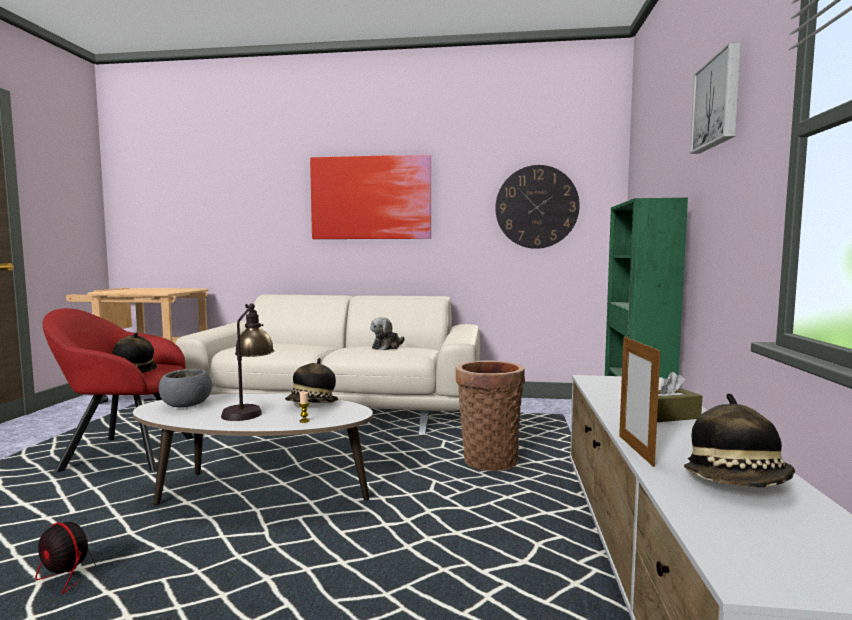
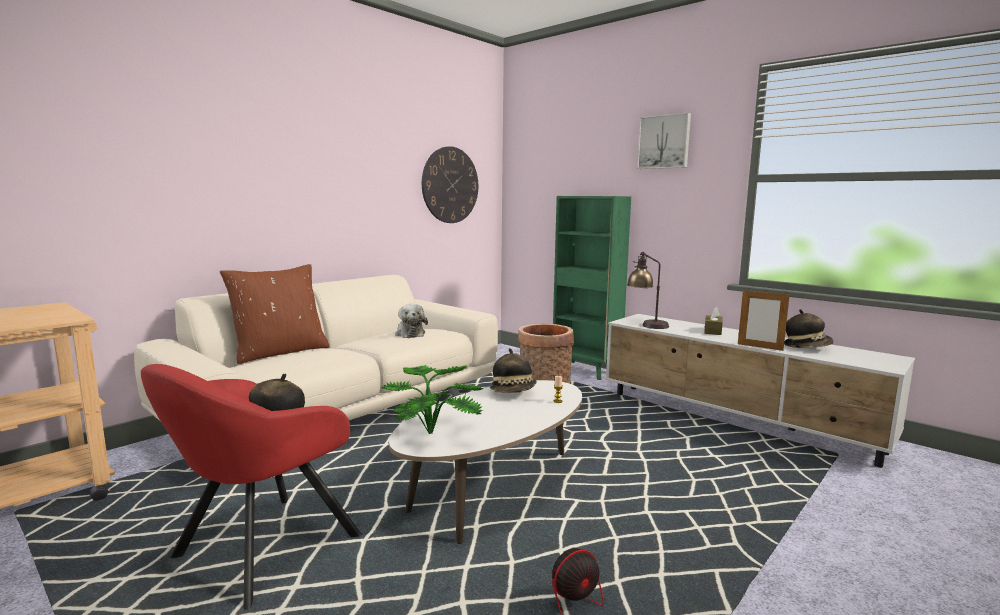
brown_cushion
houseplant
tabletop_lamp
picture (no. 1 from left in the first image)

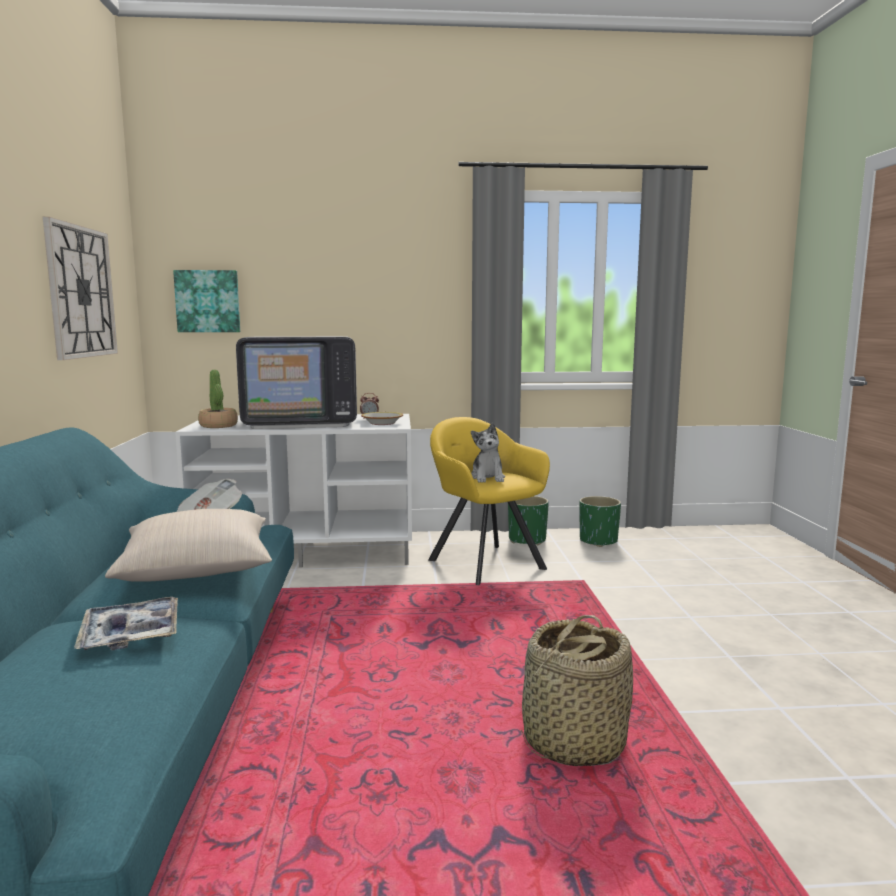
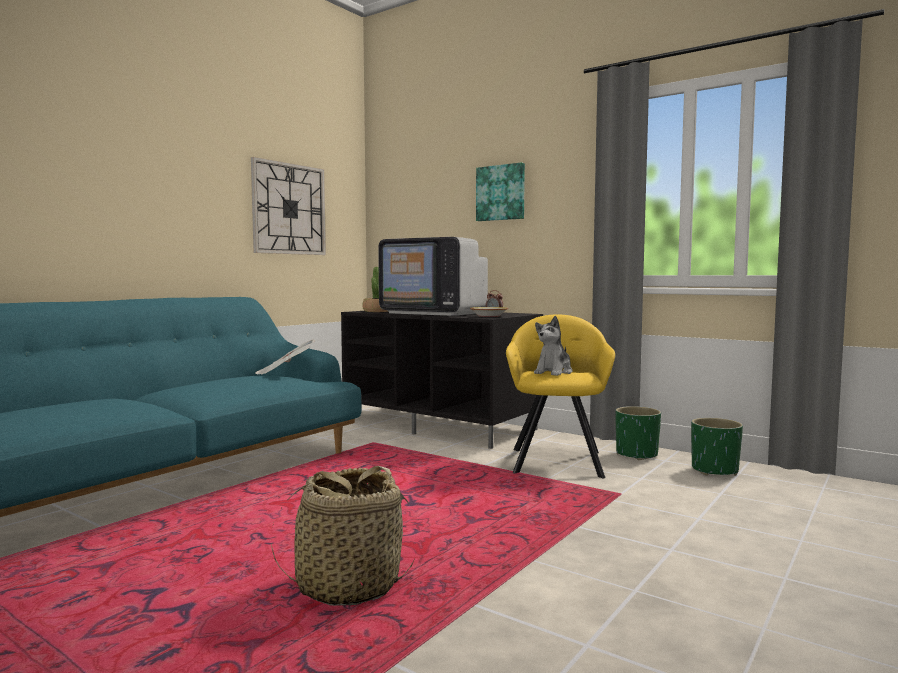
black-coloured_media_console
picture
serving_tray
beige-coloured_cushion

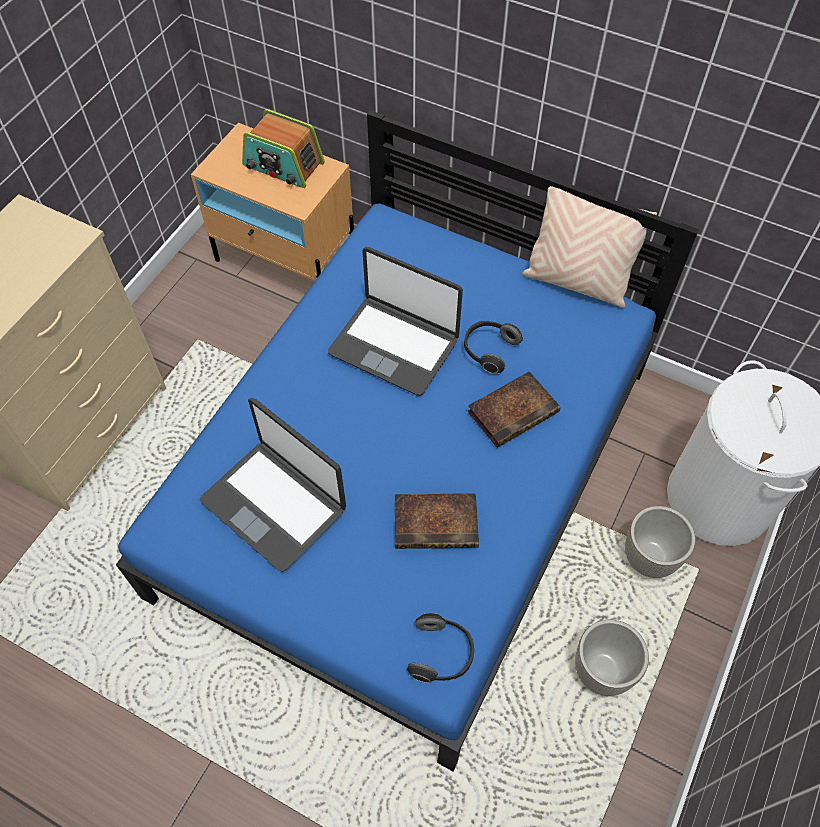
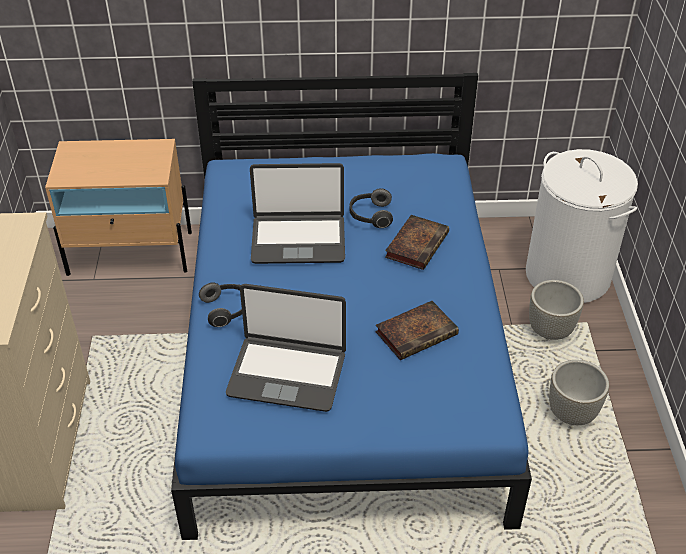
headphones (no. 1 from left)
radio
beige-coloured_cushion

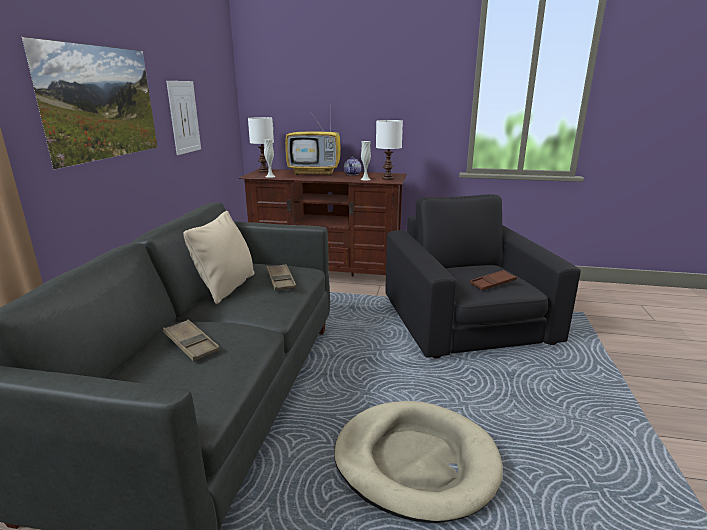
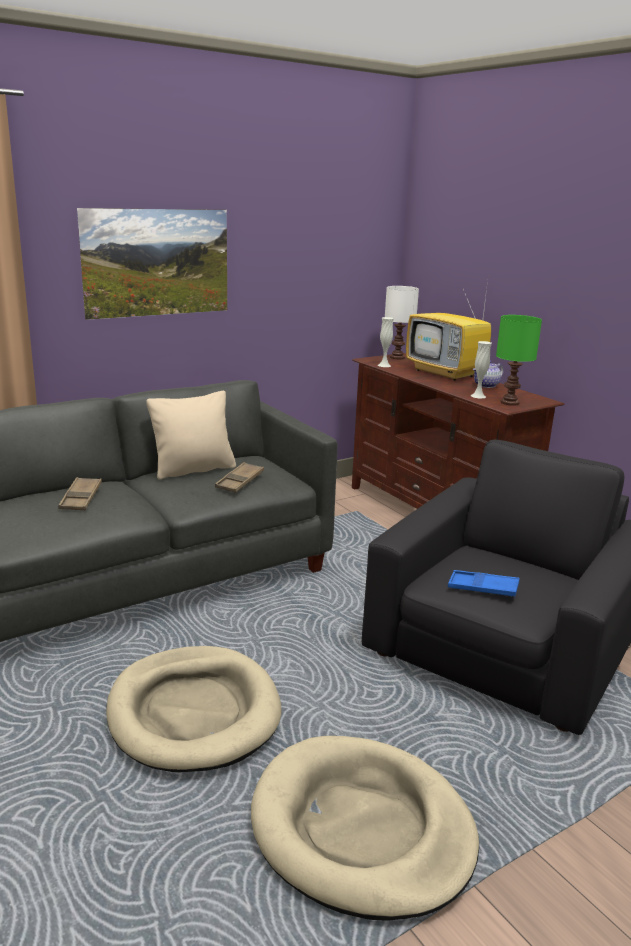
beige-coloured_pet_bed (no. 2 from left)
bluish_serving_tray
greenish_tabletop_lamp
picture (no. 2 from left in the first image)

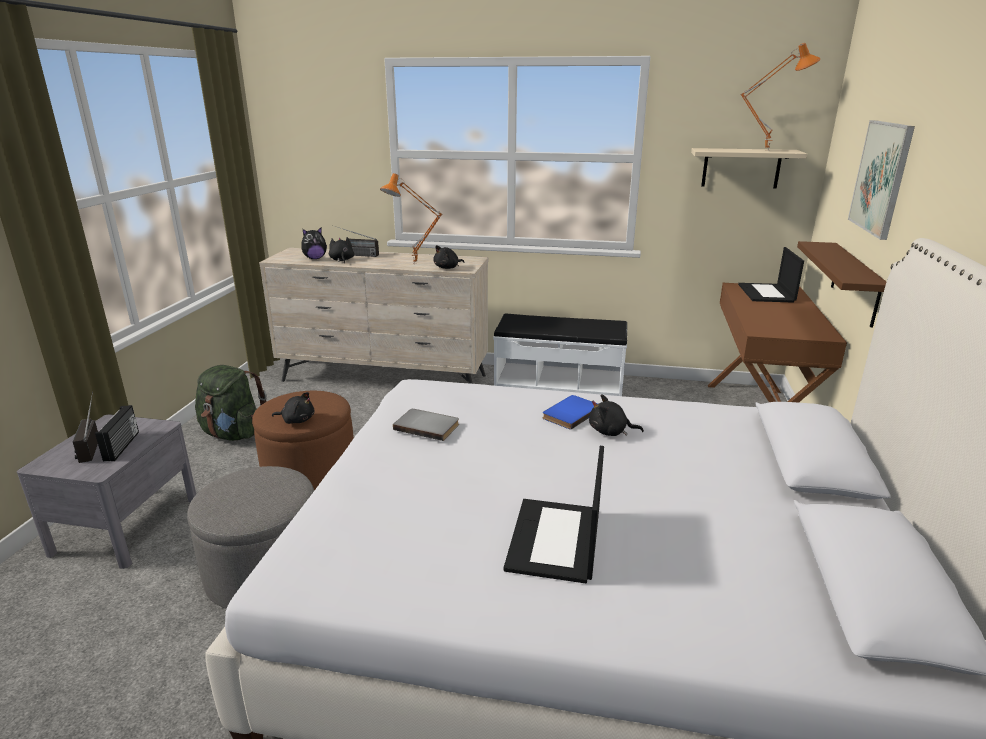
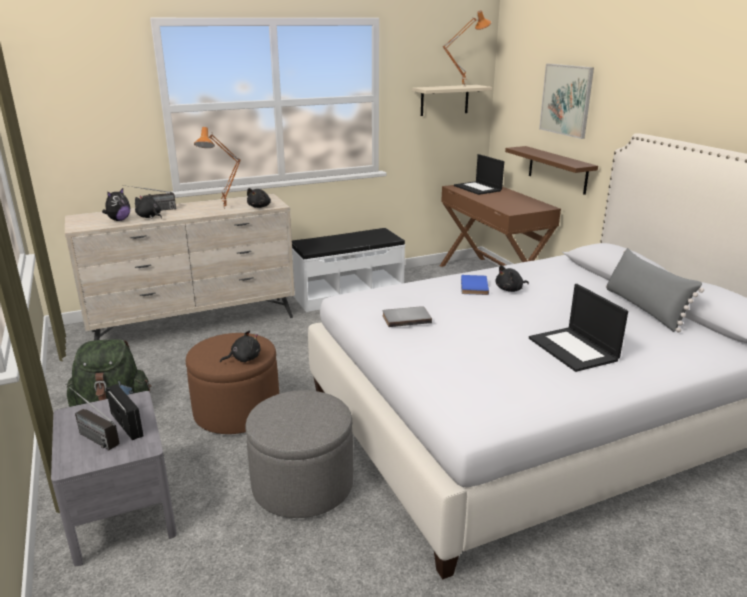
greyish_cushion

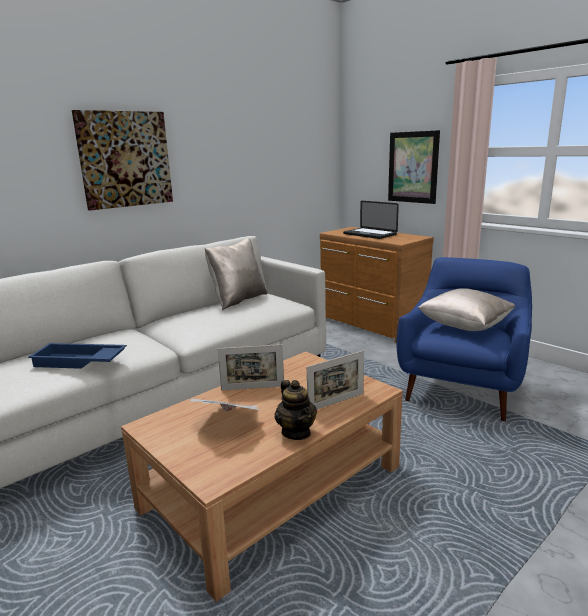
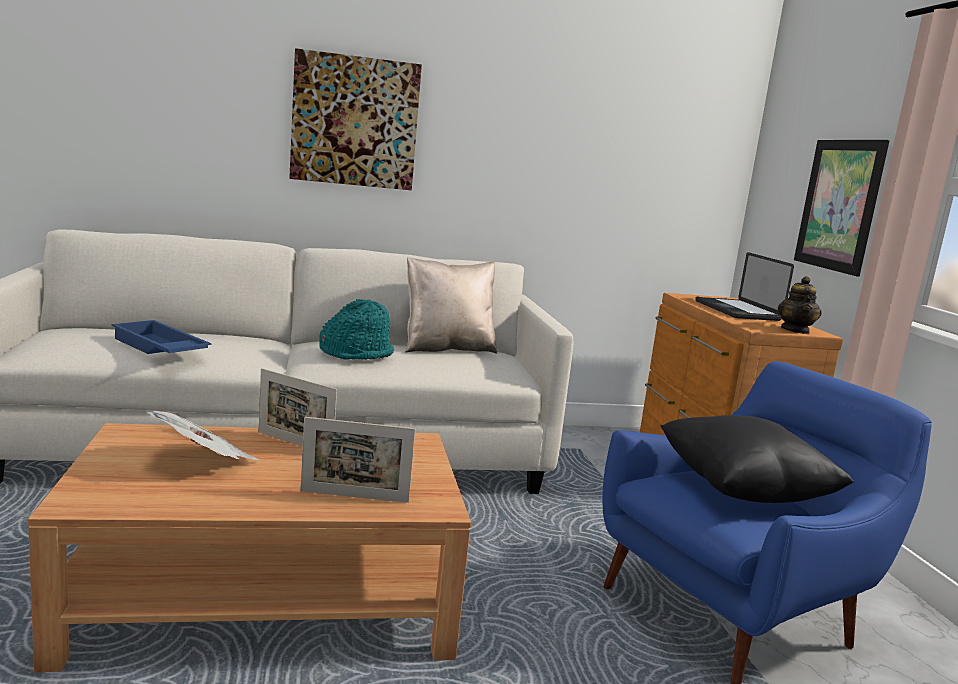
turquoise_clothing_hat
black-coloured_cushion
teapot

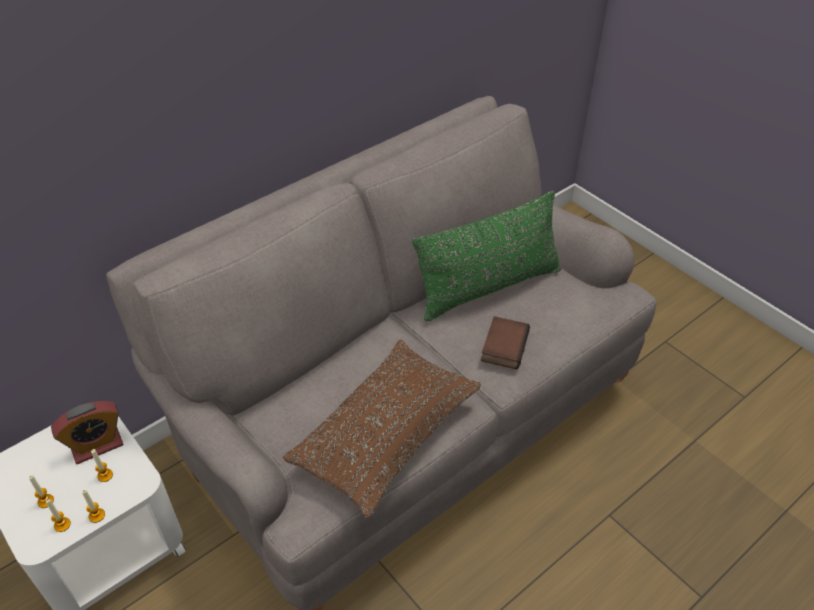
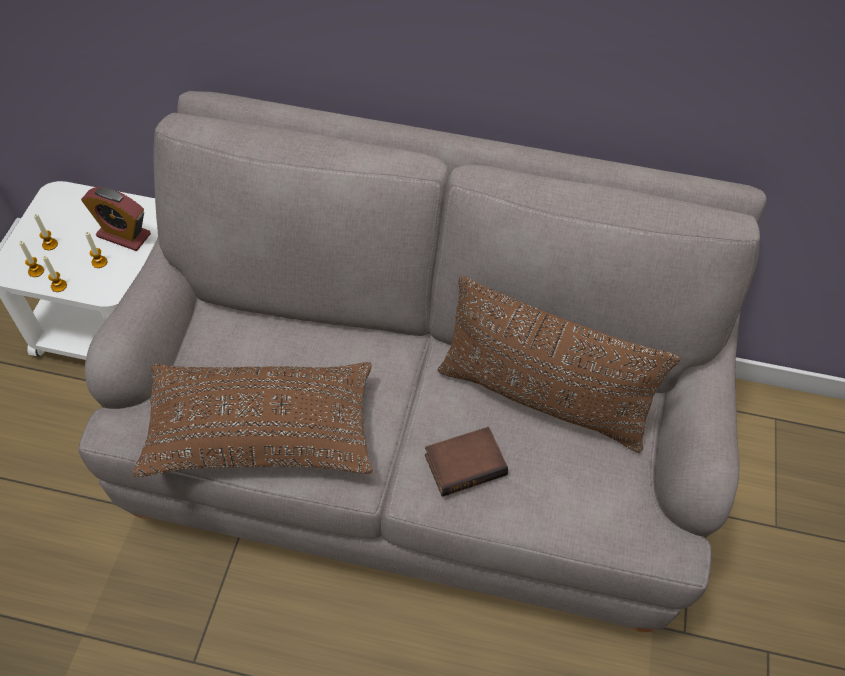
brown_cushion (no. 2 from left)

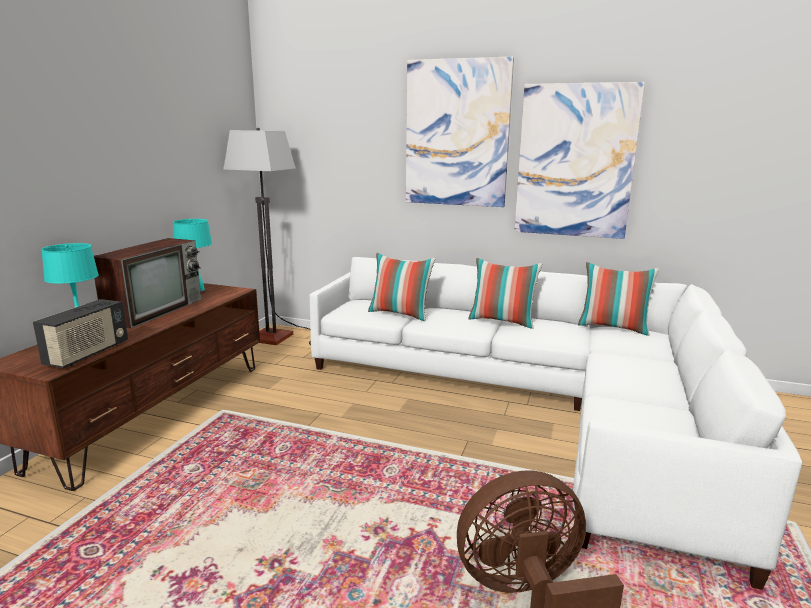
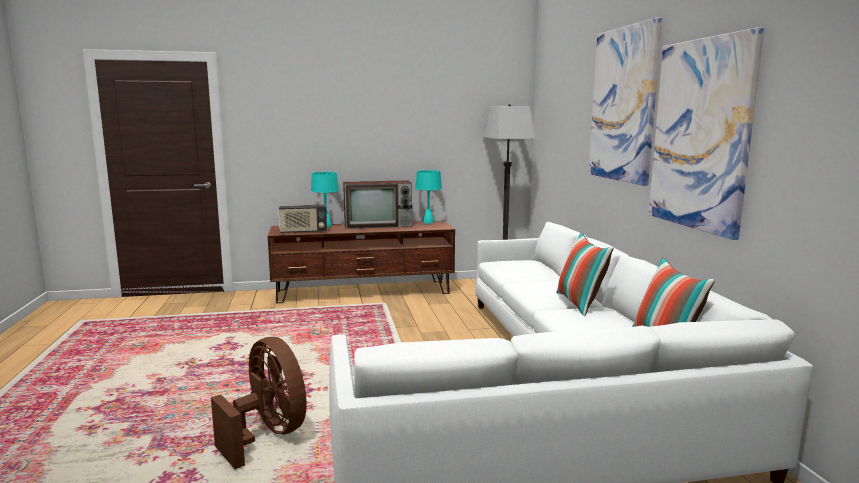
cushion (no. 1 from left in the first image)

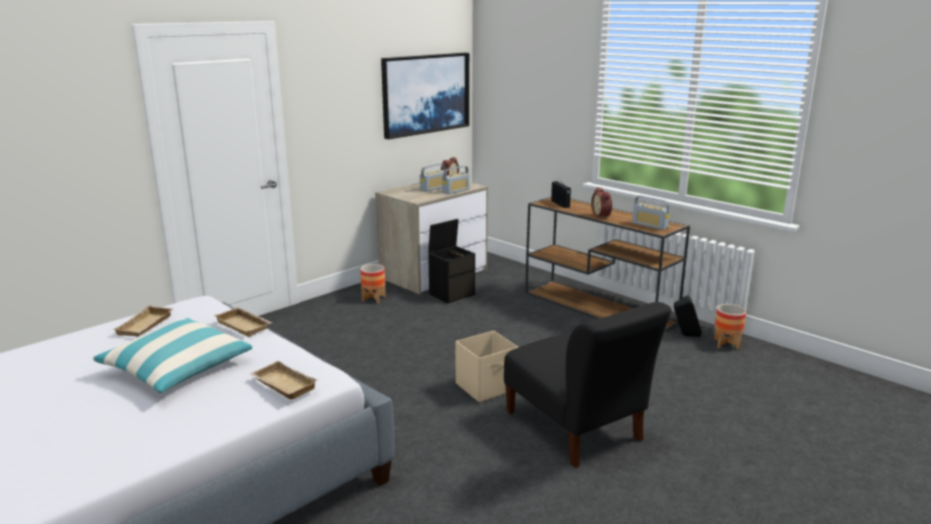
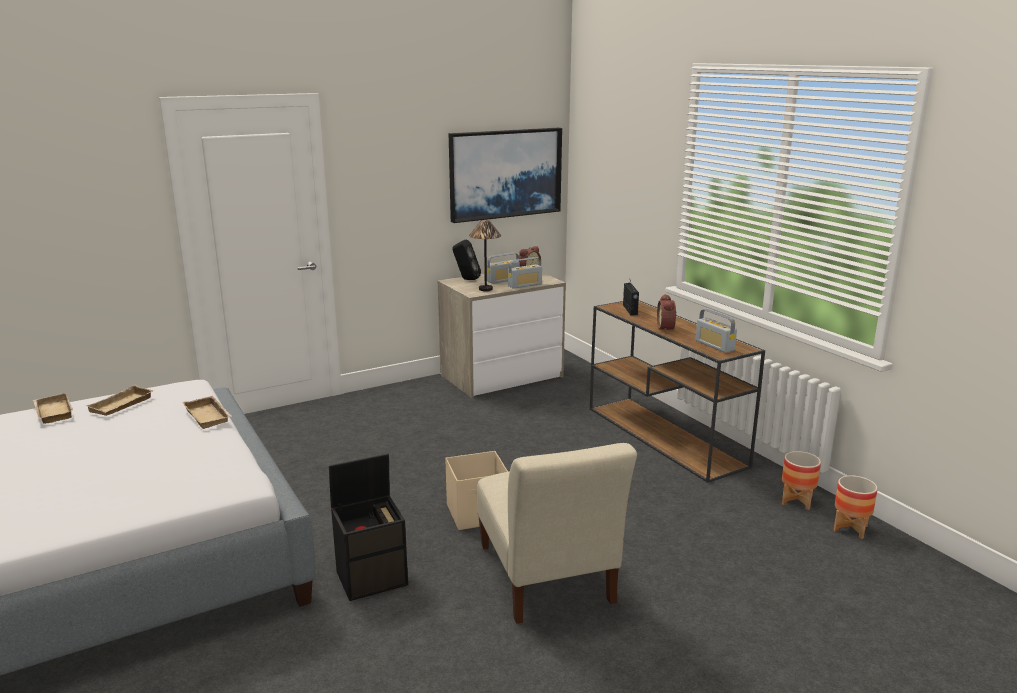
beige-coloured_serving_tray (no. 1 from left)
black-coloured_storage_bin
black-coloured_audio_speaker
tabletop_lamp
beige-coloured_plain_chair
flower_pot (no. 2 from left)
cushion

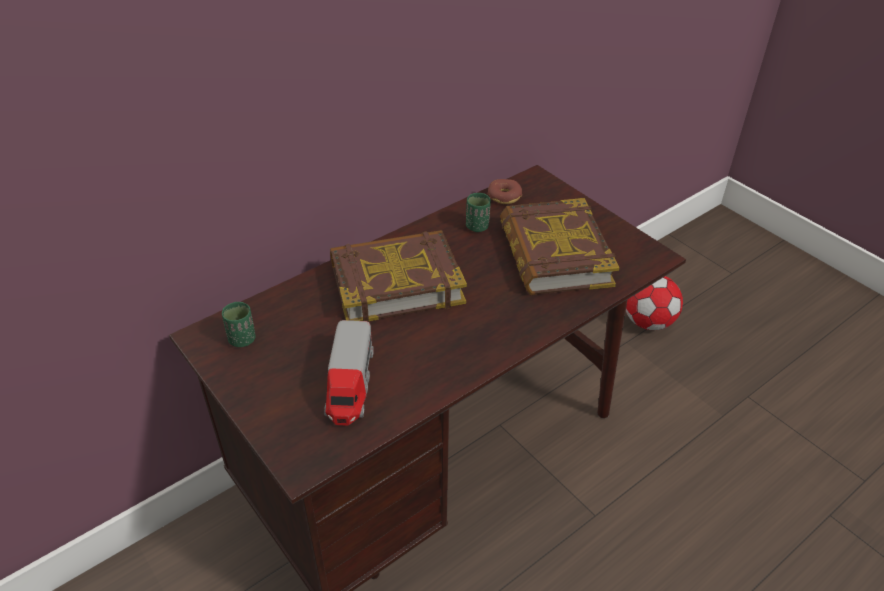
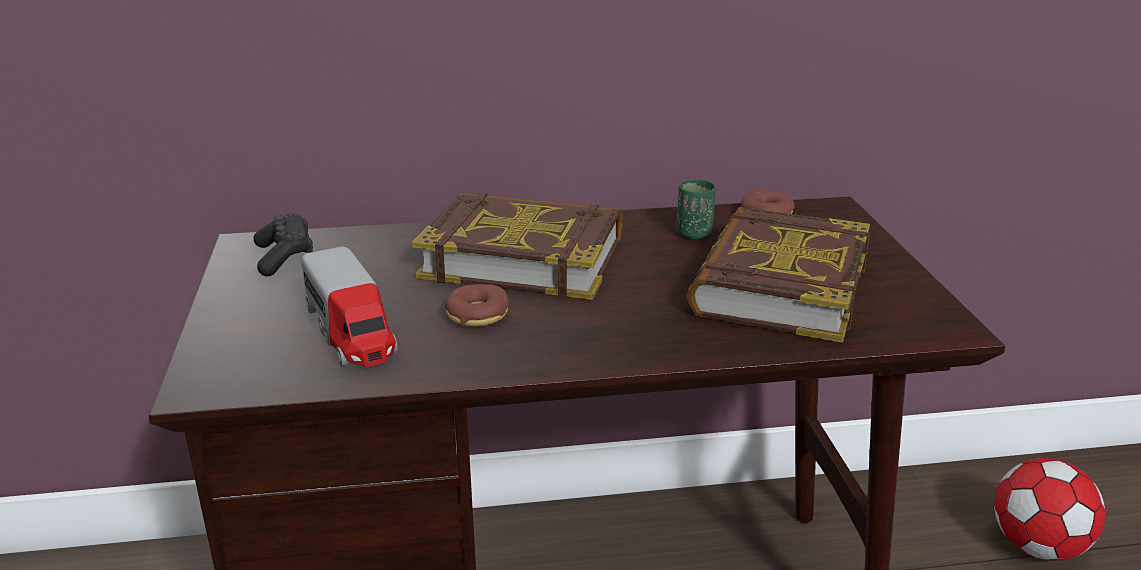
black-coloured_gamepad
model_truck
doughnut (no. 1 from left)

